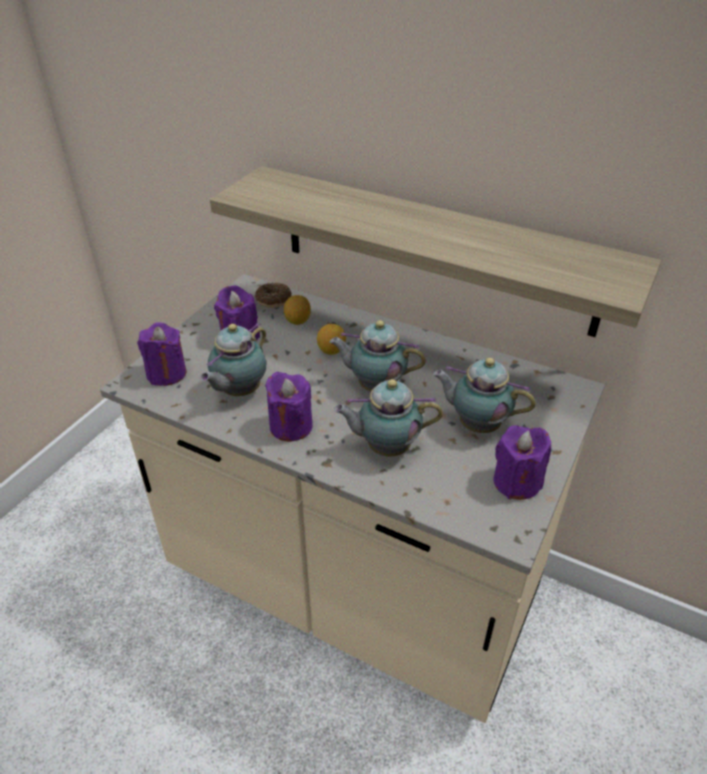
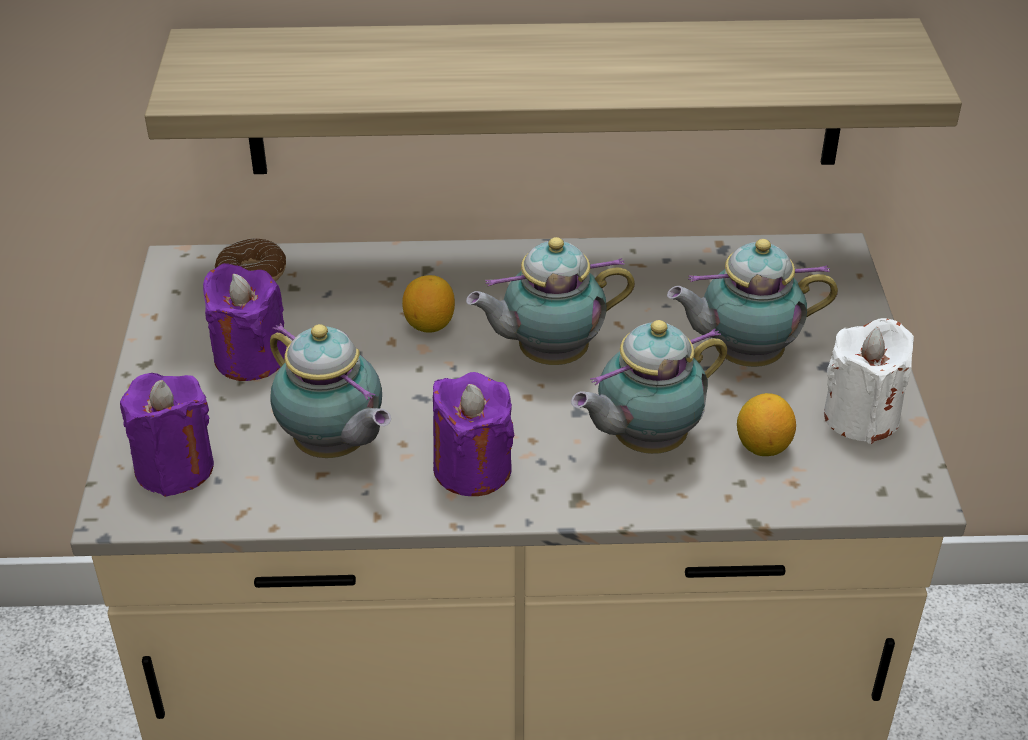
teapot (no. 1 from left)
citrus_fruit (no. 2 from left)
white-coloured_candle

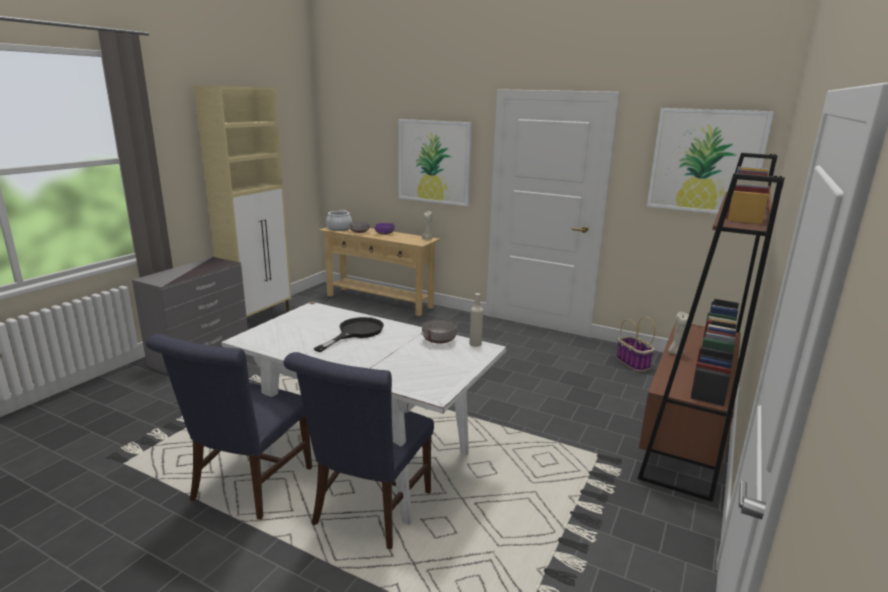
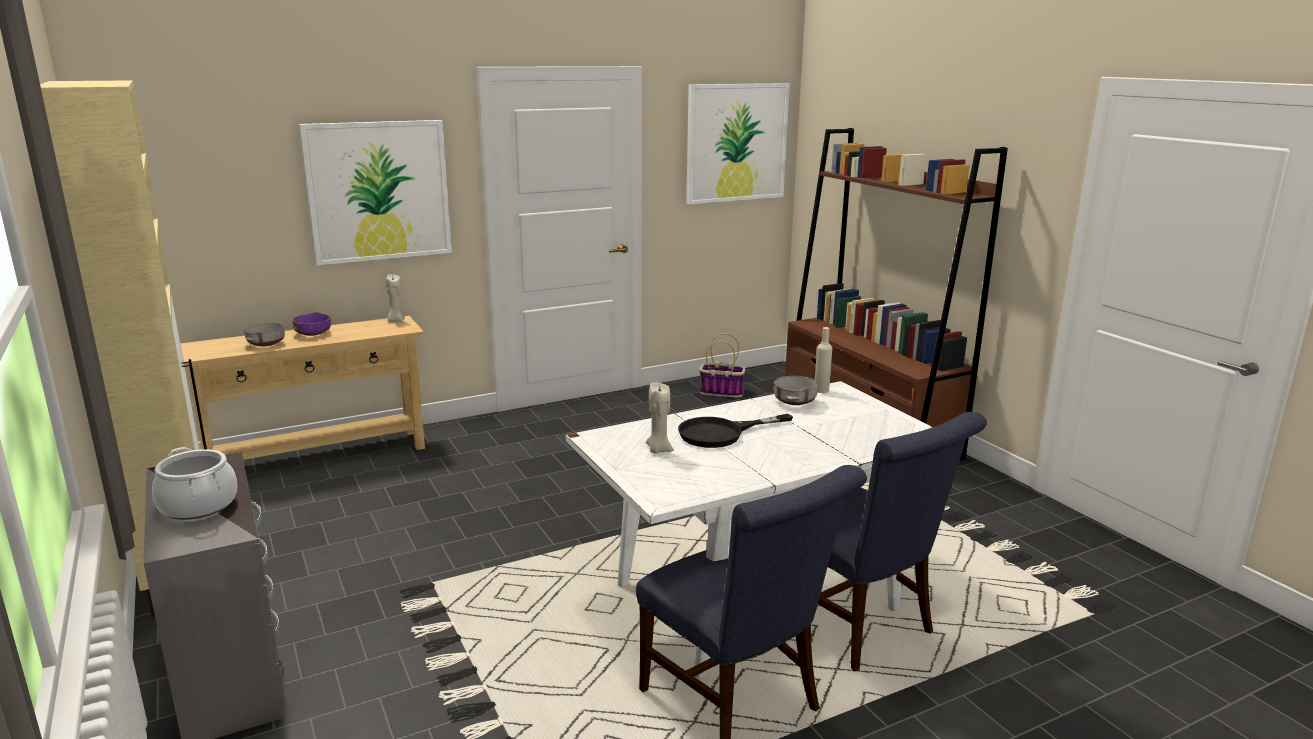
cooking_pot
beige-coloured_candle (no. 2 from left)
black-coloured_frying_pan

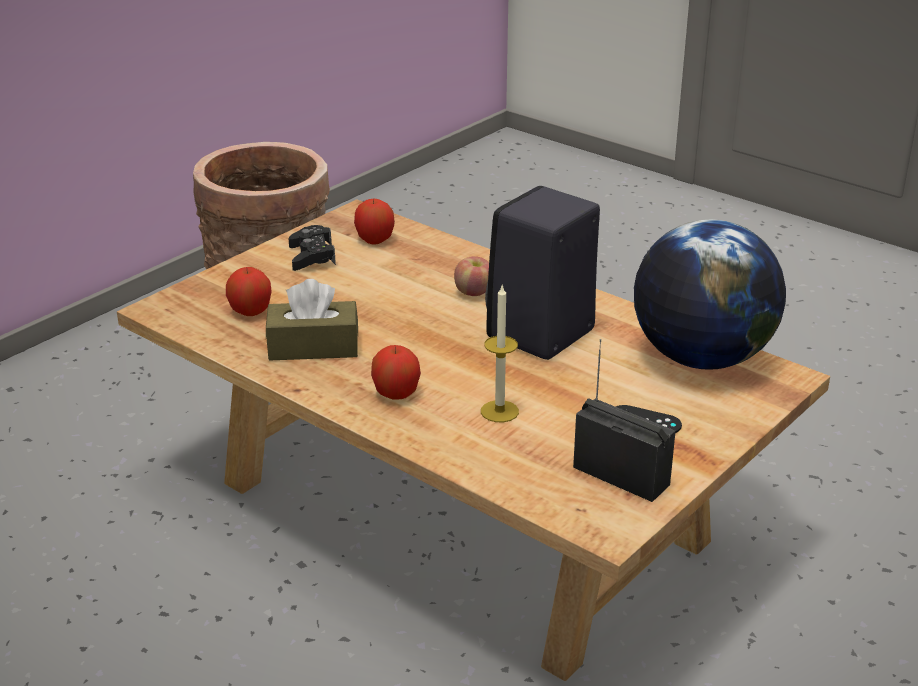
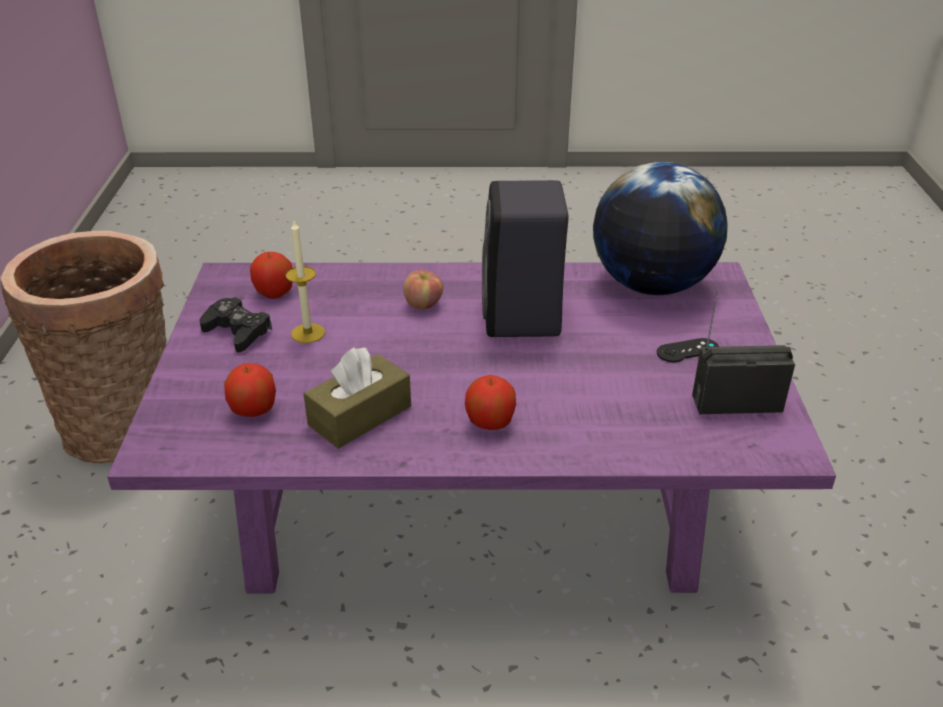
purple_lounge_table
candle

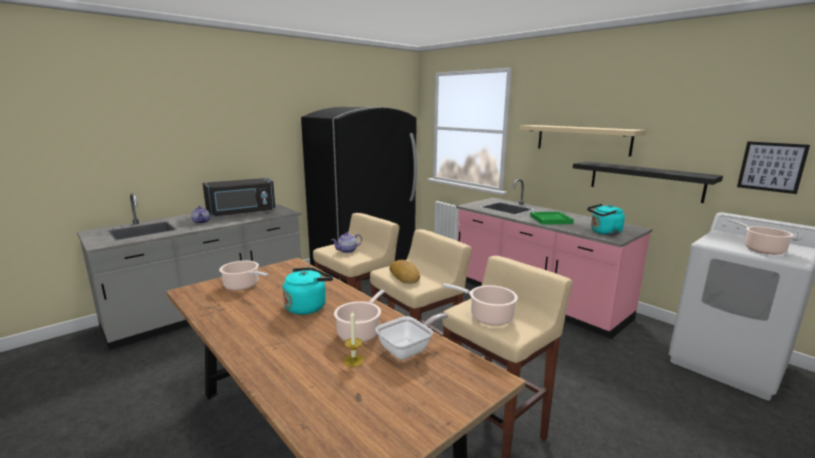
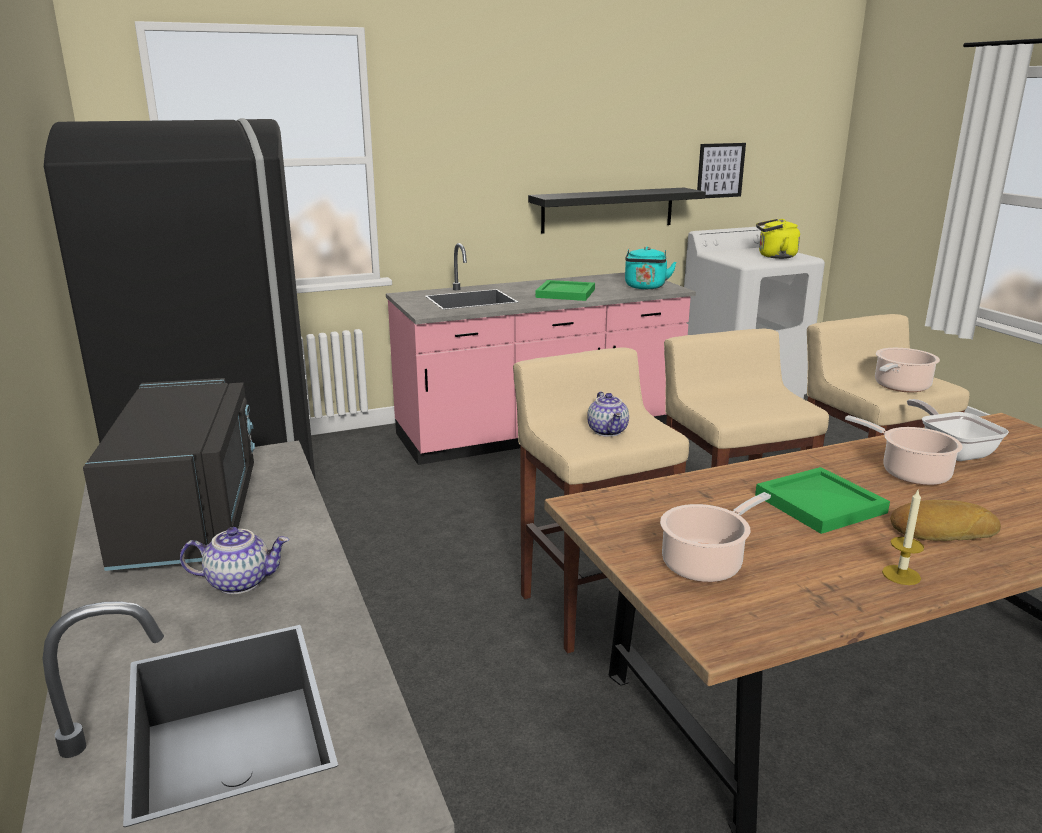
greenish_serving_tray (no. 2 from left)
yellow_water_kettle
candle
bread
beige-coloured_shelf

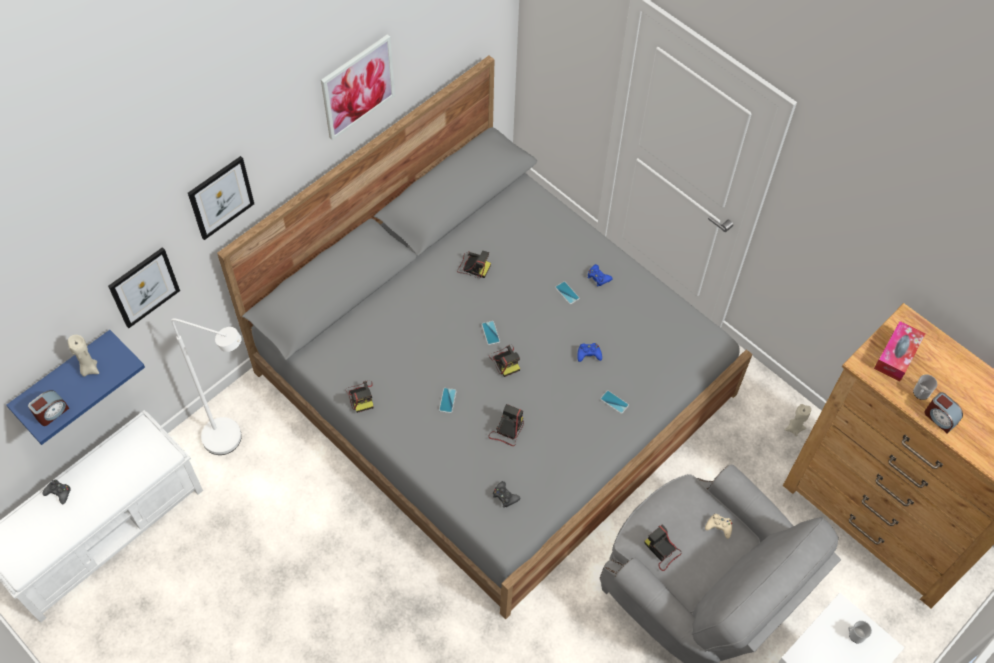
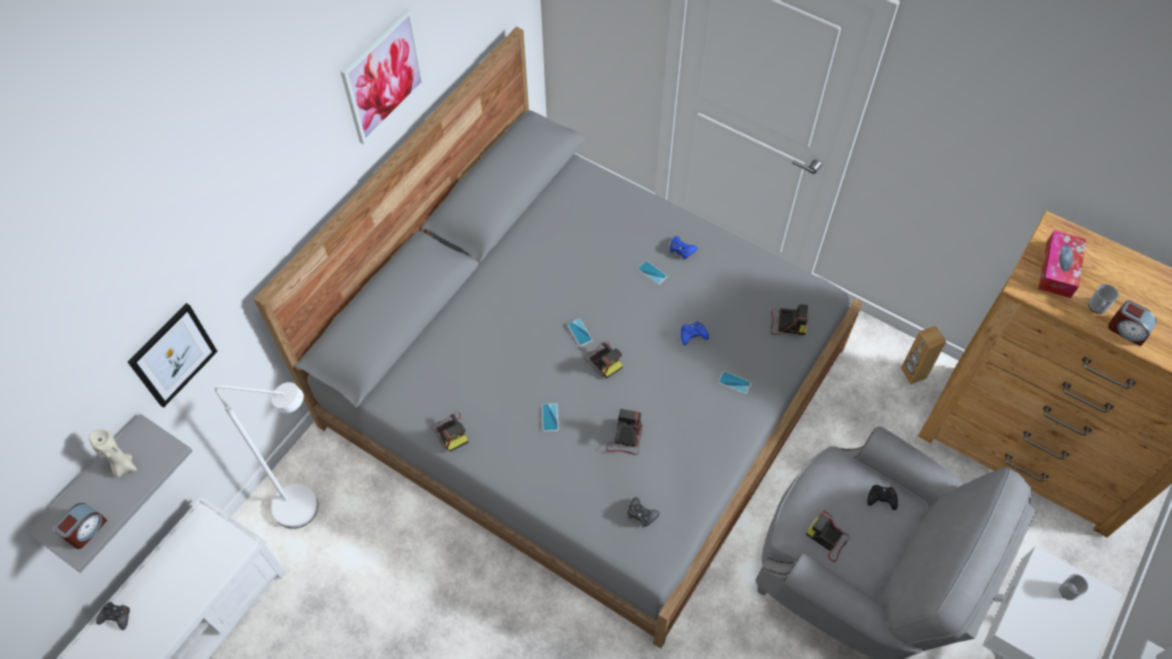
greyish_shelf
still_camera (no. 4 from left)
black-coloured_gamepad (no. 3 from left)
brown_audio_speaker
picture (no. 2 from left in the first image)

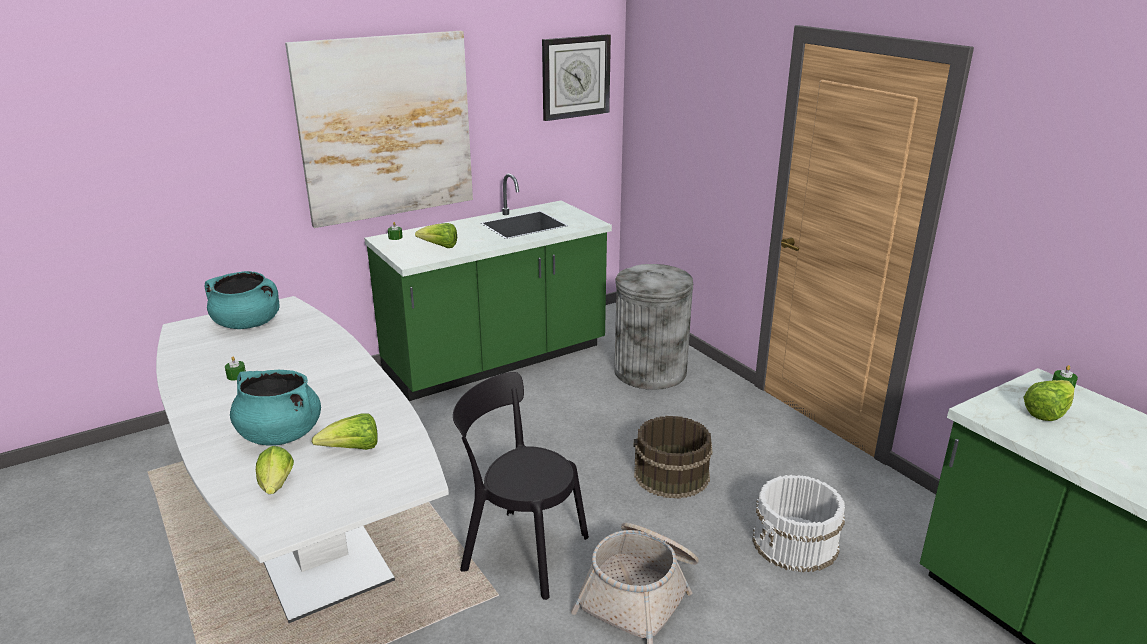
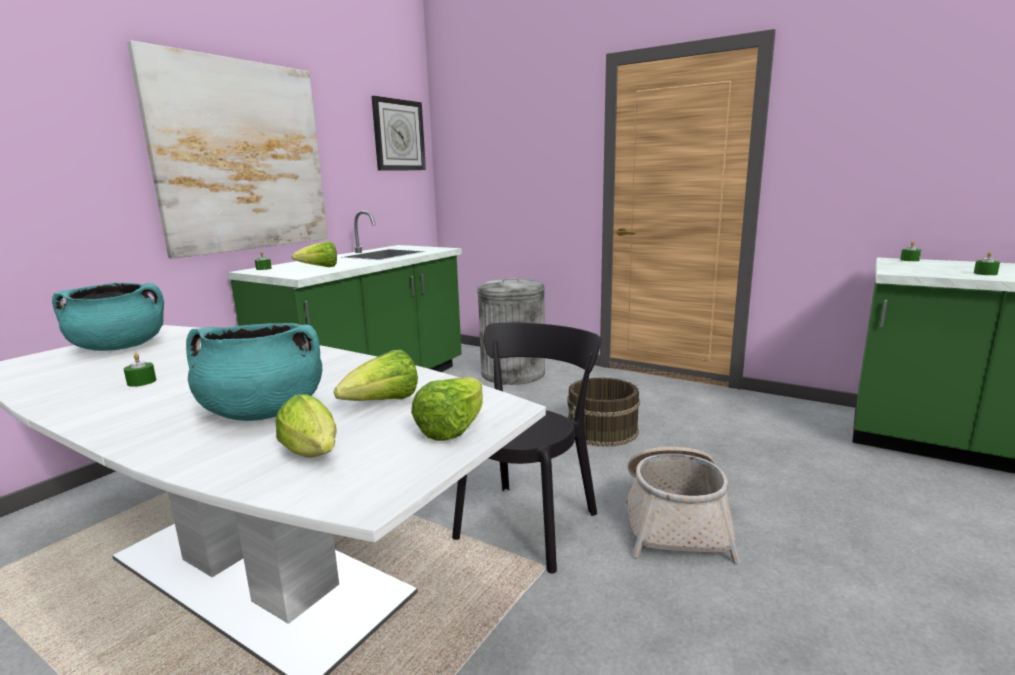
head_of_lettuce (no. 4 from left)
black-coloured_plain_chair
greenish_candle (no. 4 from left)
white-coloured_pail

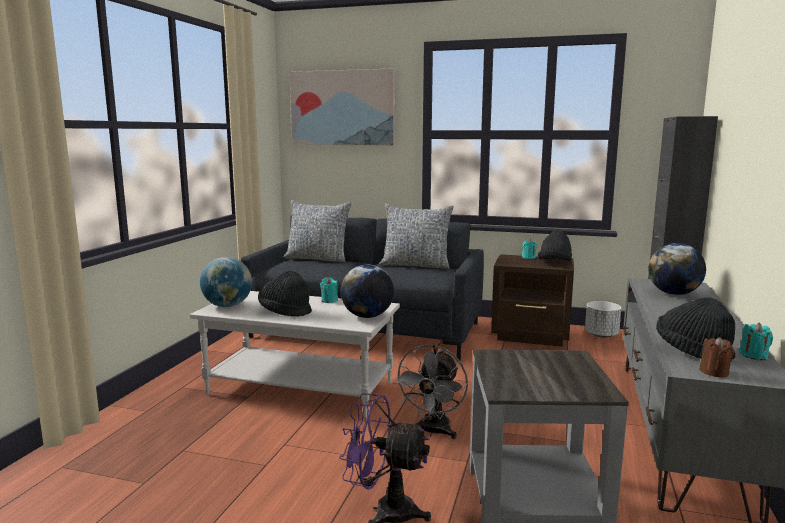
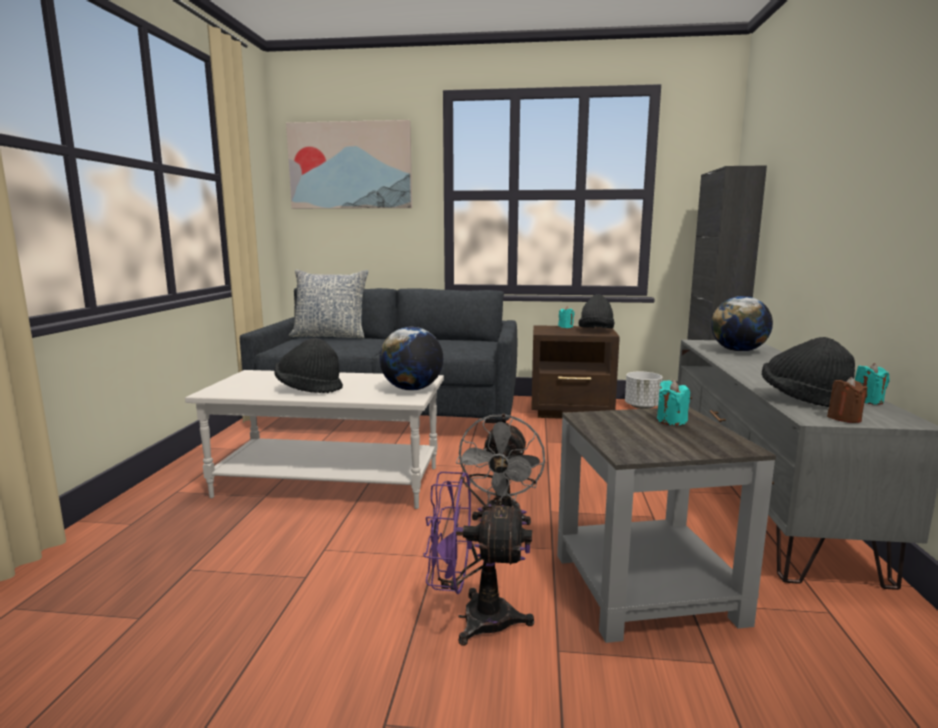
turquoise_candle (no. 2 from left)
world_globe (no. 1 from left in the first image)
cushion (no. 2 from left in the first image)

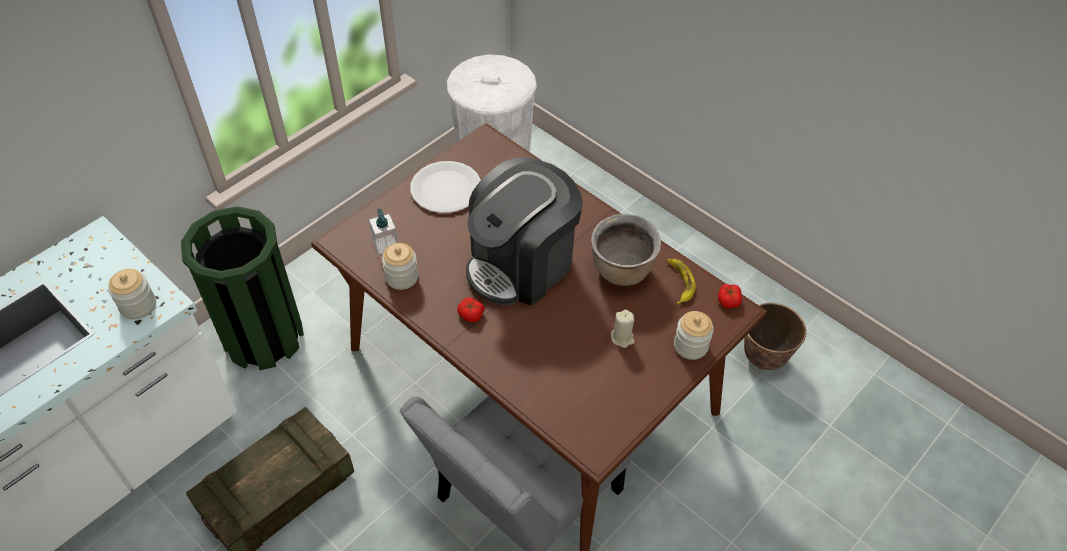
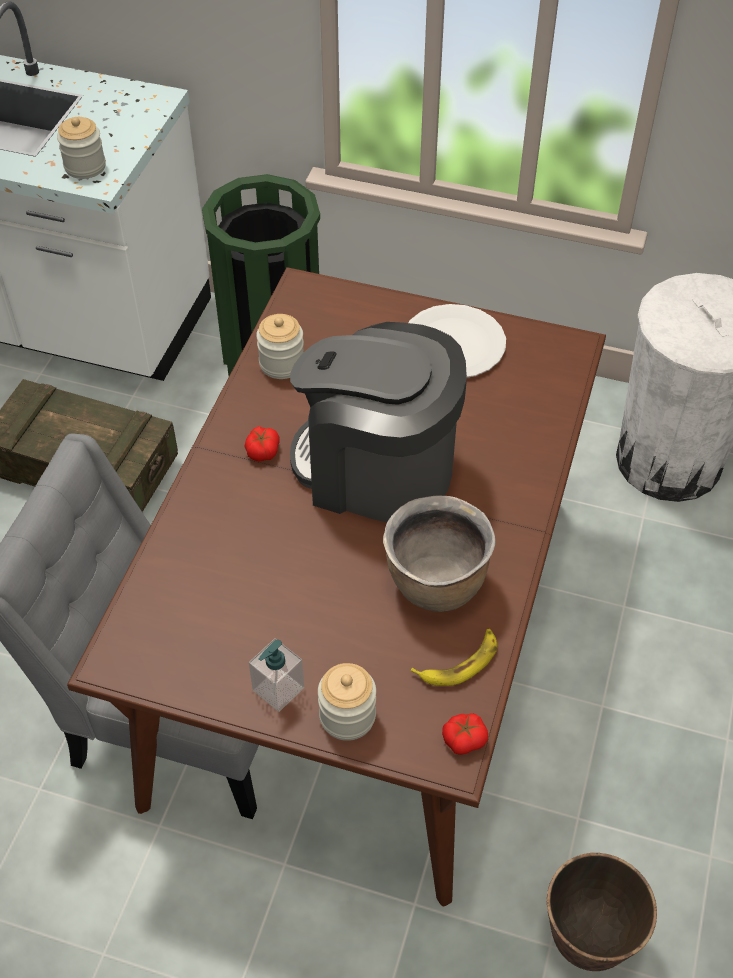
liquid_soap_bottle
beige-coloured_candle

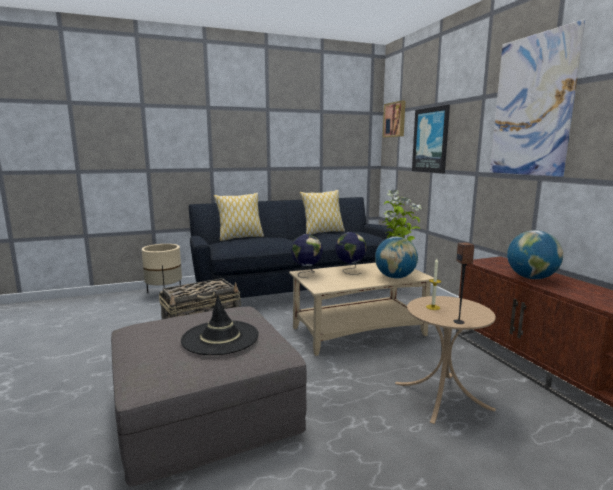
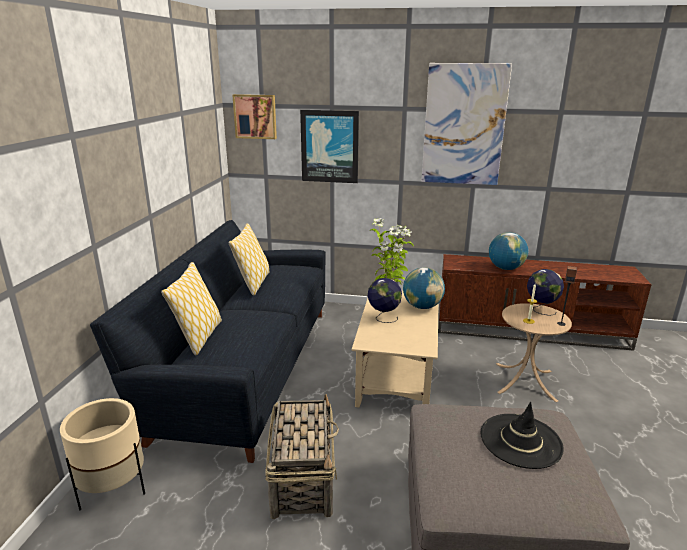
world_globe (no. 4 from left)

